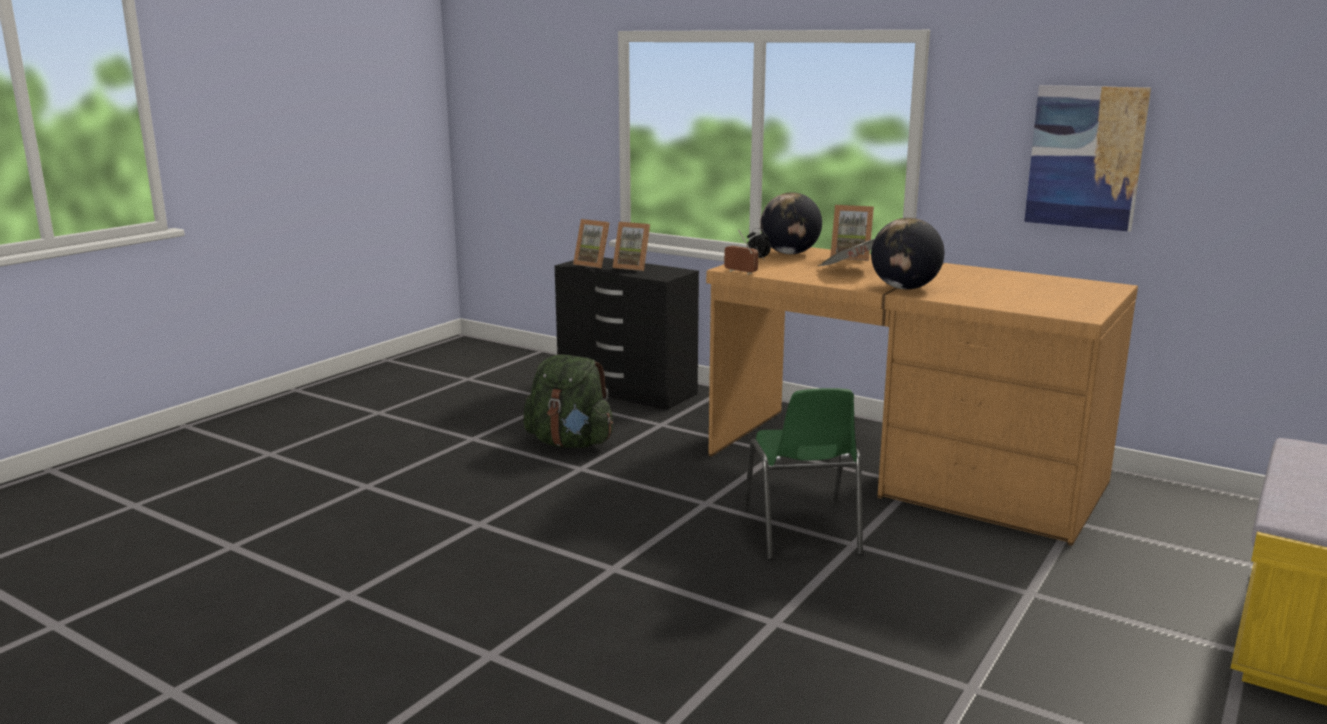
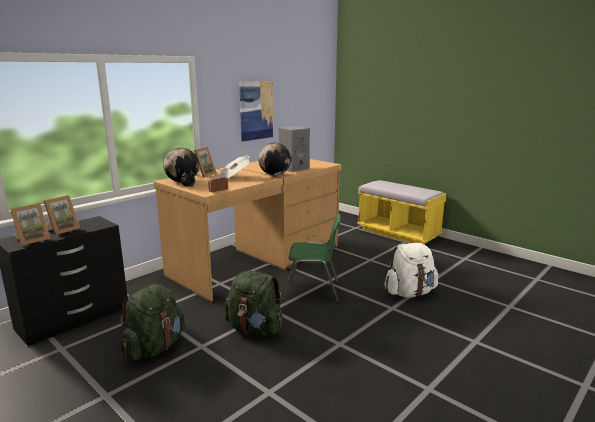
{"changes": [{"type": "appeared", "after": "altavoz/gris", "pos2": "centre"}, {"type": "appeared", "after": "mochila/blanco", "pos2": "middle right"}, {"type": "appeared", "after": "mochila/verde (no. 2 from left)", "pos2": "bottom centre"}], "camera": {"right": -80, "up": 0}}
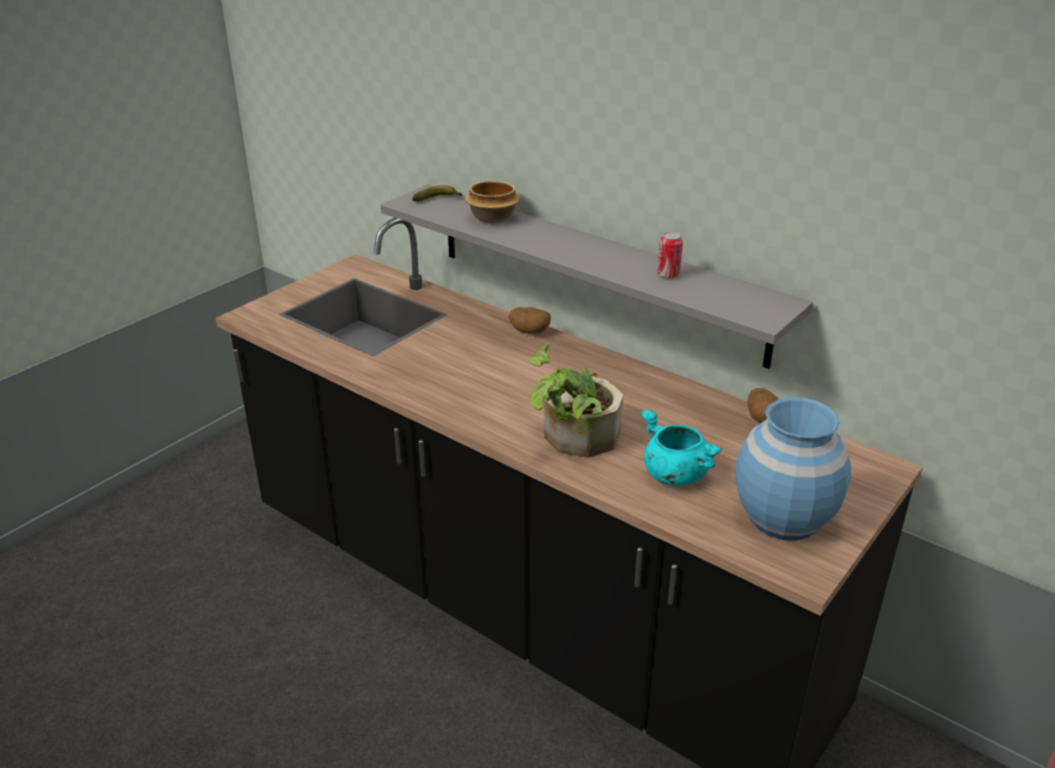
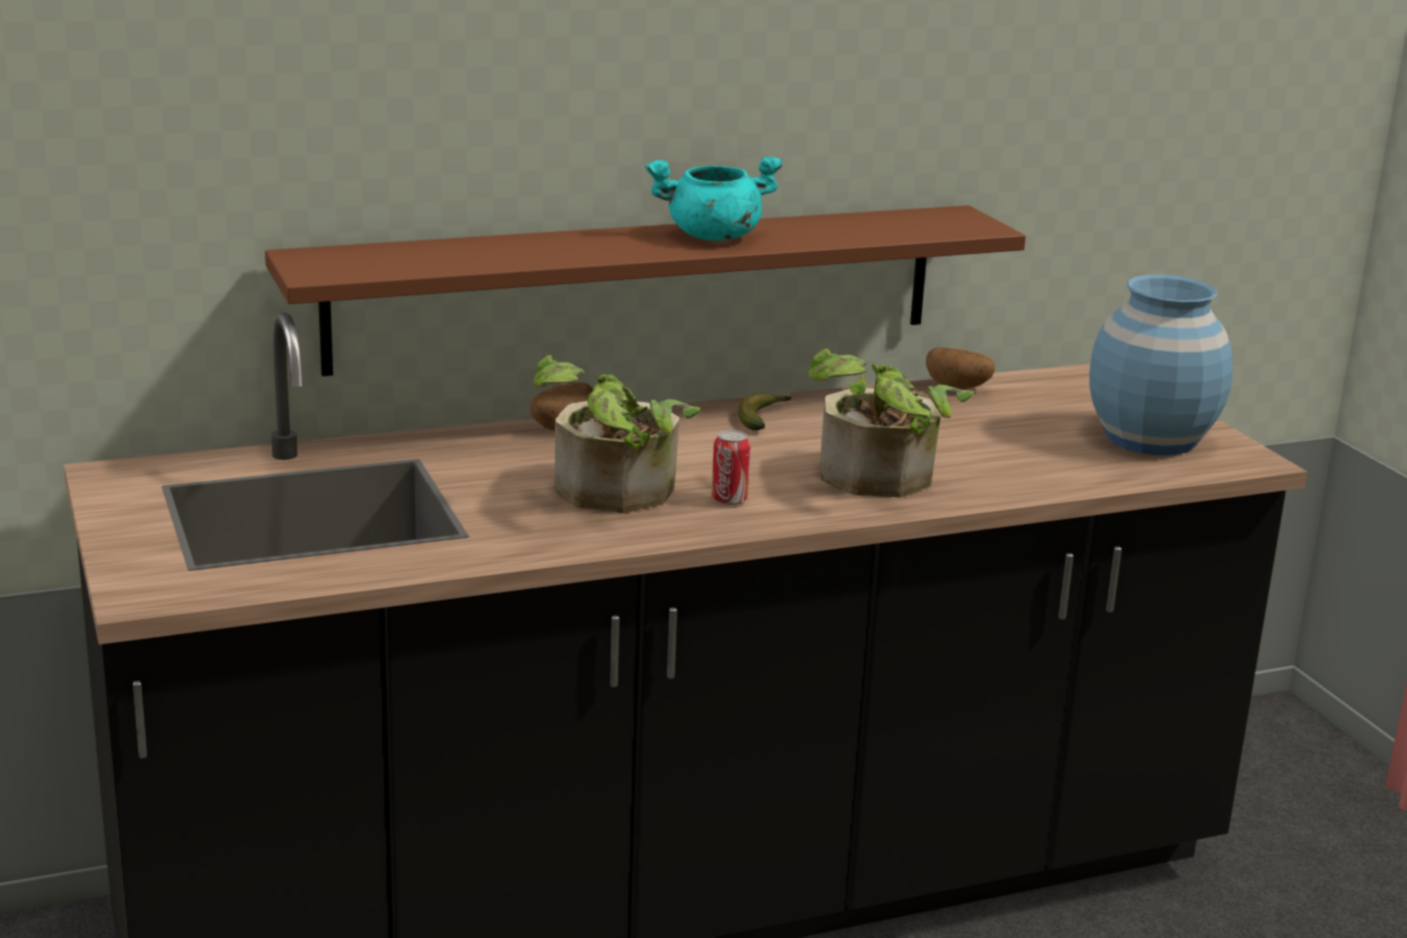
{"changes": [{"type": "missing", "before": "cuenco", "pos1": "top centre"}, {"type": "colour", "before": "estante/gris", "after": "estante/marrón", "pos1": "centre", "pos2": "top centre"}, {"type": "relocated", "before": "plátano", "pos1": "top centre", "pos2": "centre"}, {"type": "relocated", "before": "lata", "pos1": "top centre", "pos2": "centre"}, {"type": "relocated", "before": "olla/turquesa", "pos1": "centre", "pos2": "top centre"}, {"type": "appeared", "after": "planta en maceta (no. 1 from left)", "pos2": "centre"}], "camera": {"right": -60, "up": -10}}
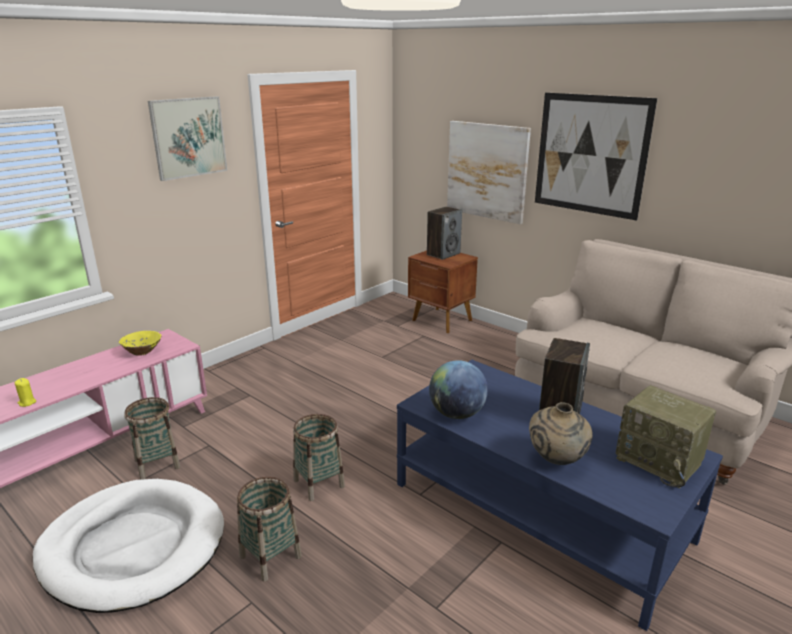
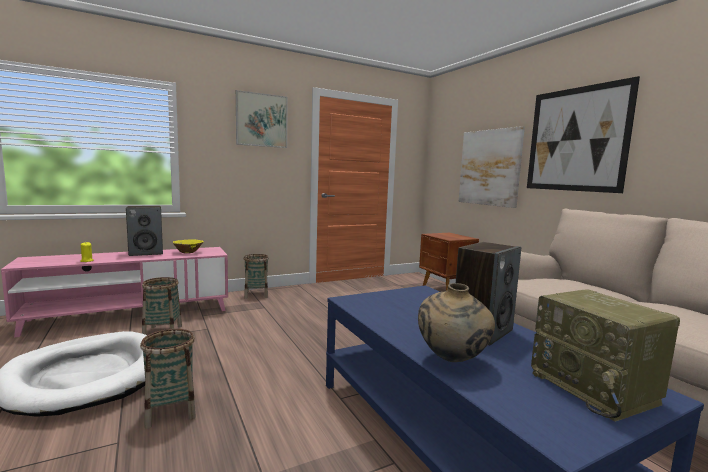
{"changes": [{"type": "relocated", "before": "altavoz (no. 1 from left)", "pos1": "centre", "pos2": "middle left"}, {"type": "missing", "before": "globo terráqueo", "pos1": "centre"}, {"type": "relocated", "before": "cesta (no. 3 from left)", "pos1": "bottom centre", "pos2": "centre"}], "camera": {"right": 20, "up": -15}}
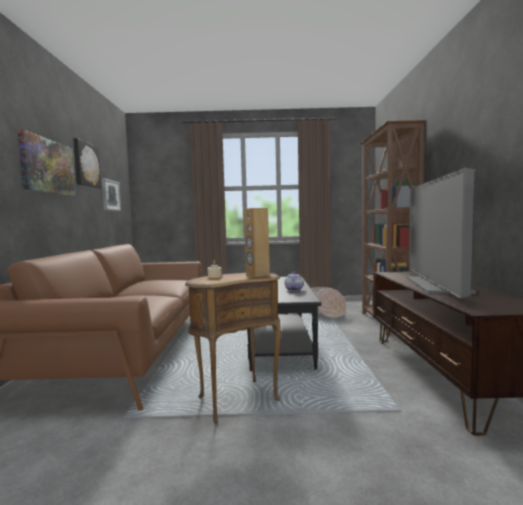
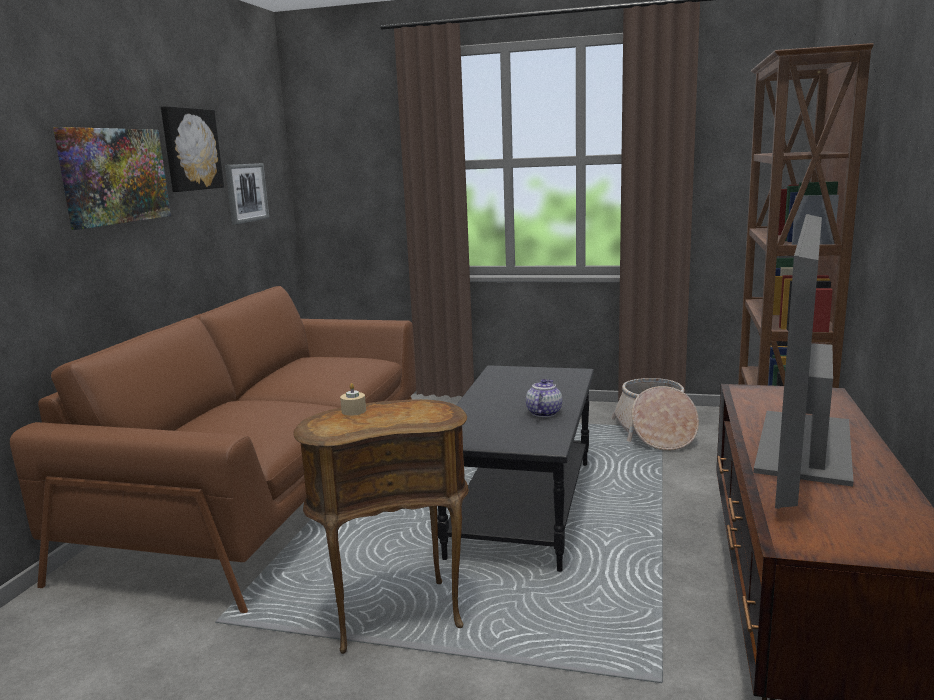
{"changes": [{"type": "missing", "before": "altavoz/marrón", "pos1": "centre"}], "camera": {"right": 15, "up": 10}}
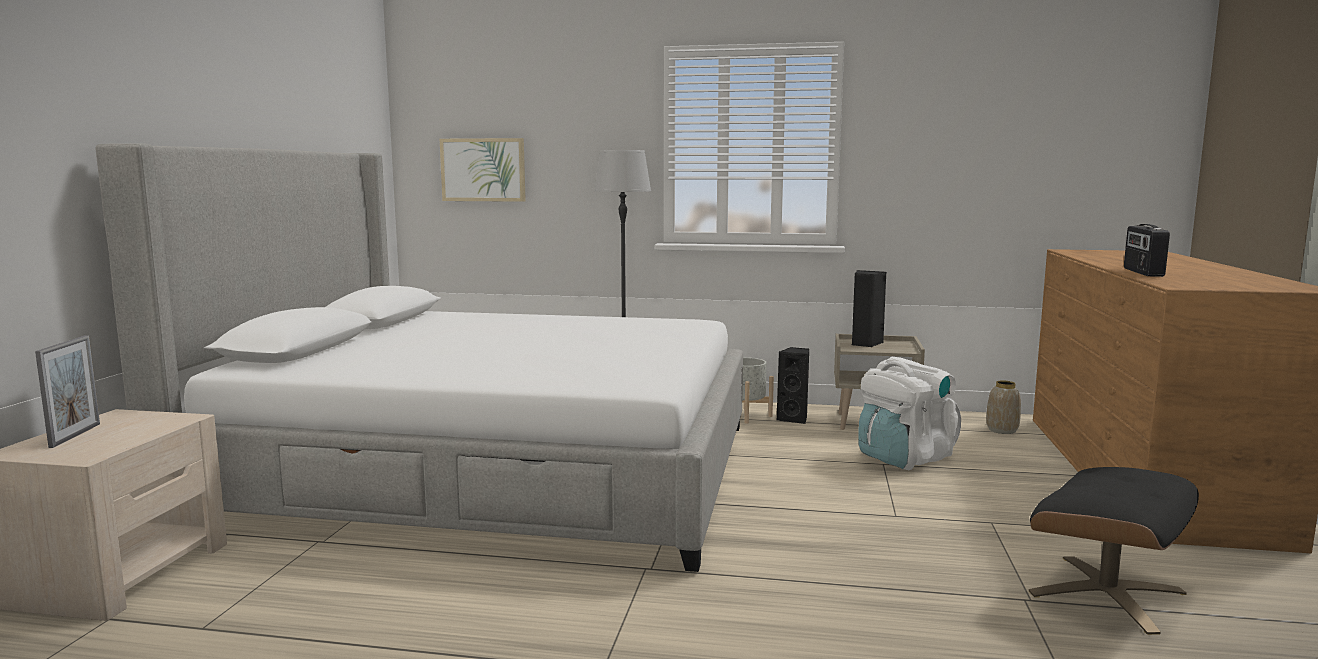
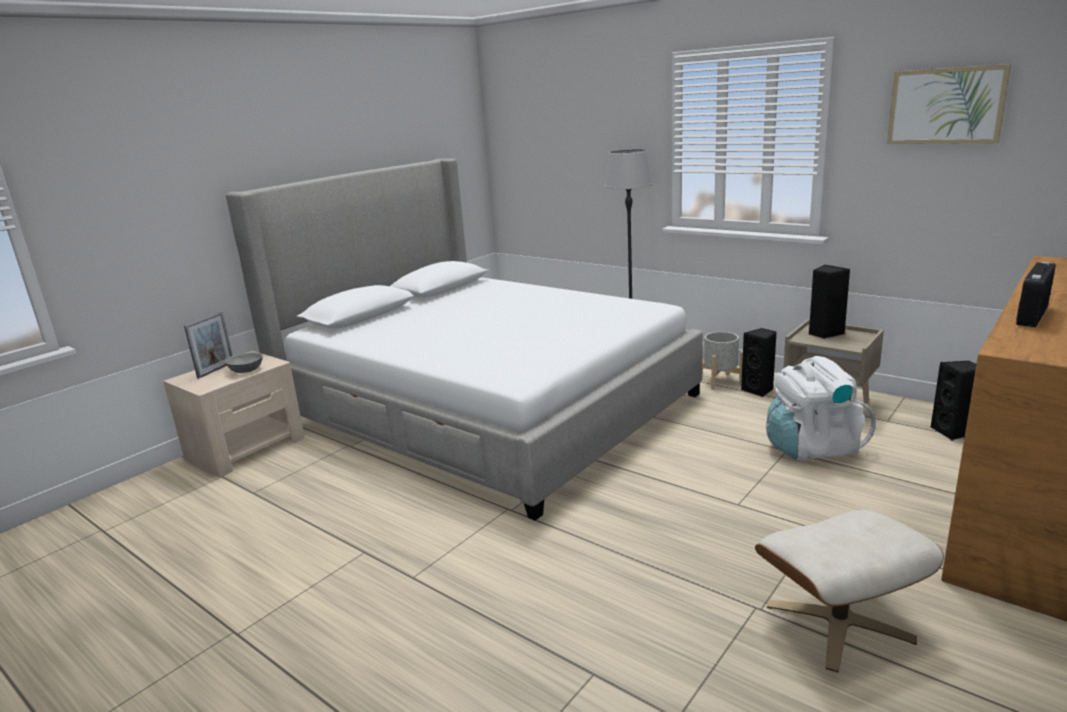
{"changes": [{"type": "relocated", "before": "cuadro", "pos1": "top centre", "pos2": "top right"}, {"type": "exchanged", "before": "florero", "after": "altavoz/negro (no. 3 from left)", "pos1": "middle right", "pos2": "middle right"}, {"type": "colour", "before": "puf/negro", "after": "puf/beis", "pos1": "bottom right", "pos2": "bottom right"}, {"type": "appeared", "after": "cuenco/gris", "pos2": "middle left"}], "camera": {"right": 30, "up": 10}}
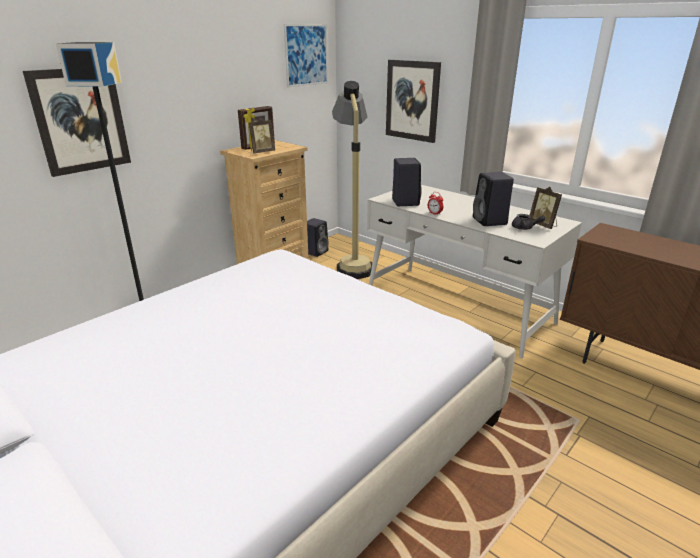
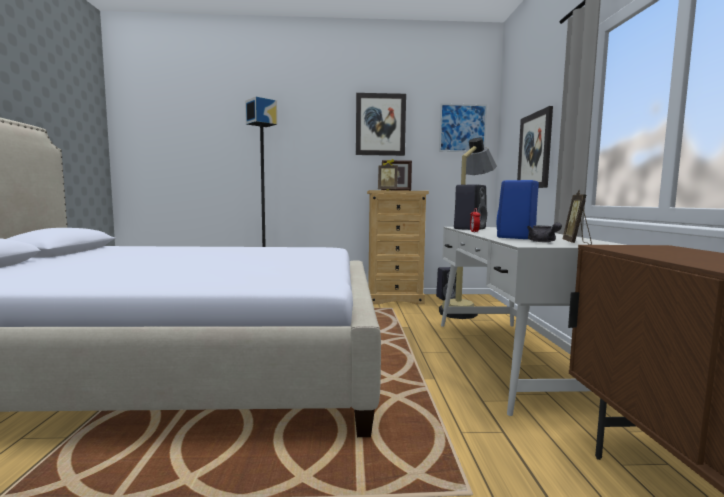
{"changes": [{"type": "relocated", "before": "cuadro (no. 1 from left)", "pos1": "top left", "pos2": "top centre"}, {"type": "colour", "before": "altavoz/negro (no. 3 from left)", "after": "altavoz/azul", "pos1": "middle right", "pos2": "middle right"}], "camera": {"right": 45, "up": -20}}
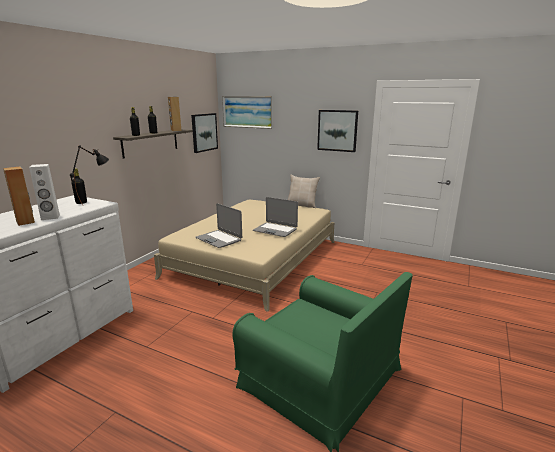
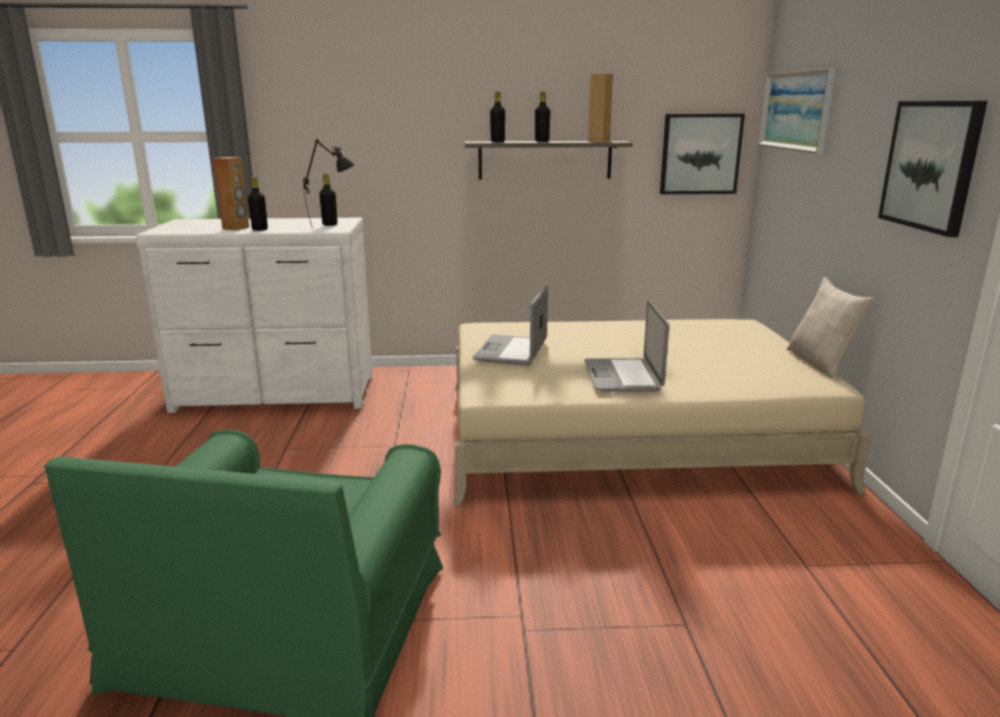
{"changes": [{"type": "exchanged", "before": "altavoz/blanco", "after": "botella/negro (no. 1 from left)", "pos1": "middle left", "pos2": "top left"}], "camera": {"right": 60, "up": 0}}
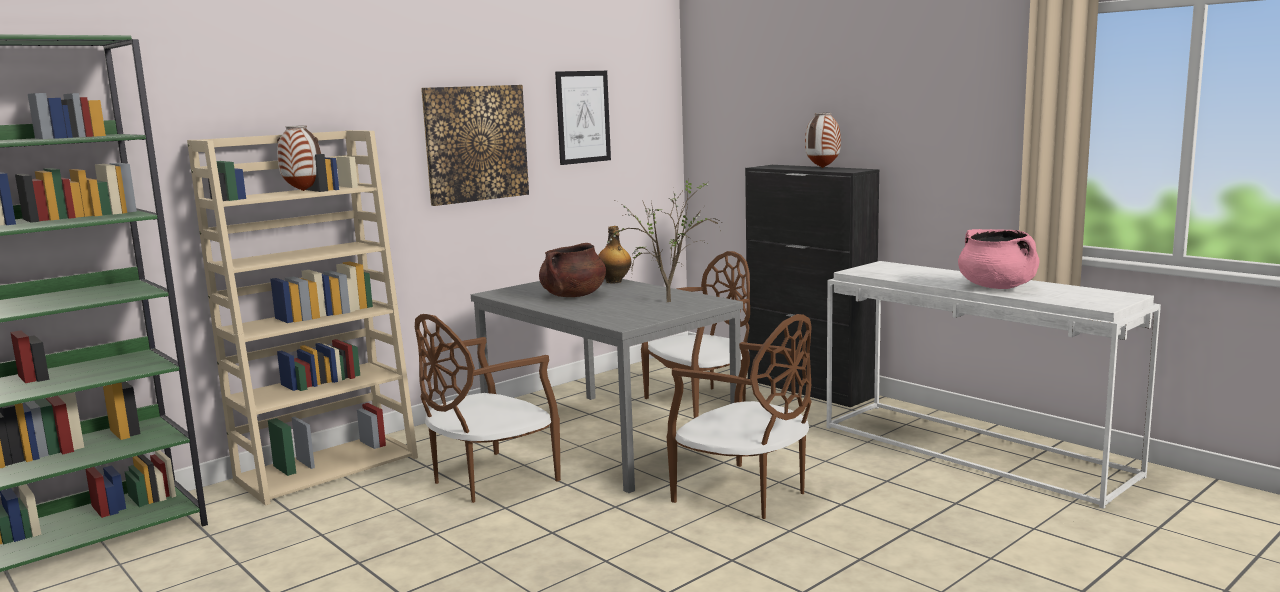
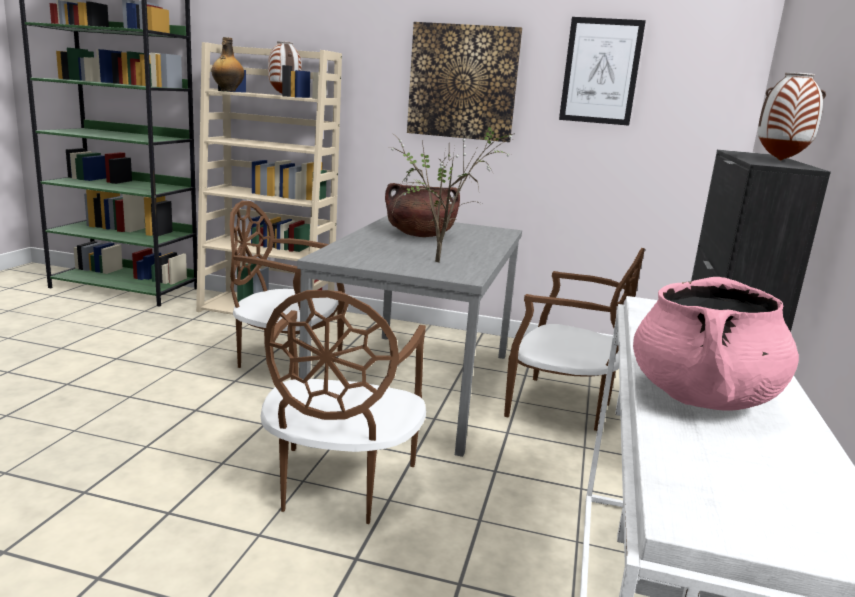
{"changes": [{"type": "relocated", "before": "botella", "pos1": "centre", "pos2": "top left"}], "camera": {"right": 55, "up": 5}}
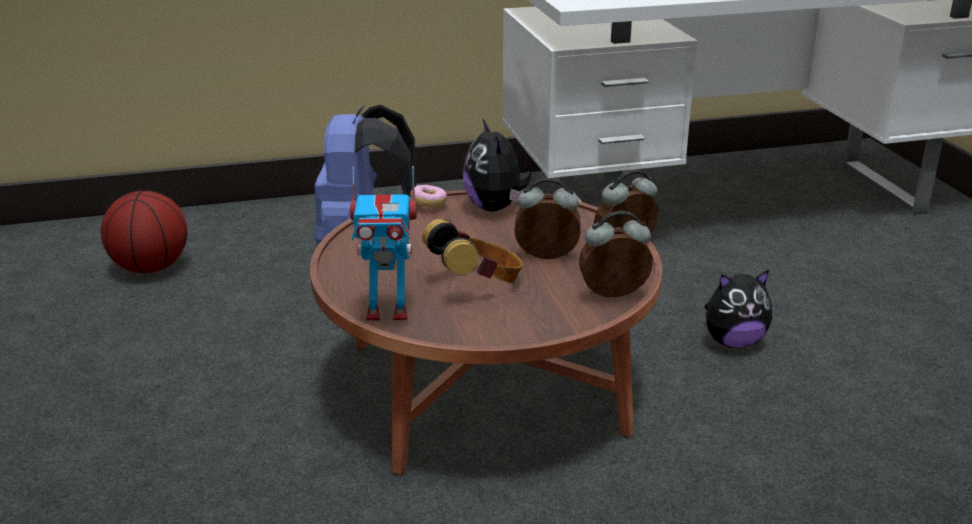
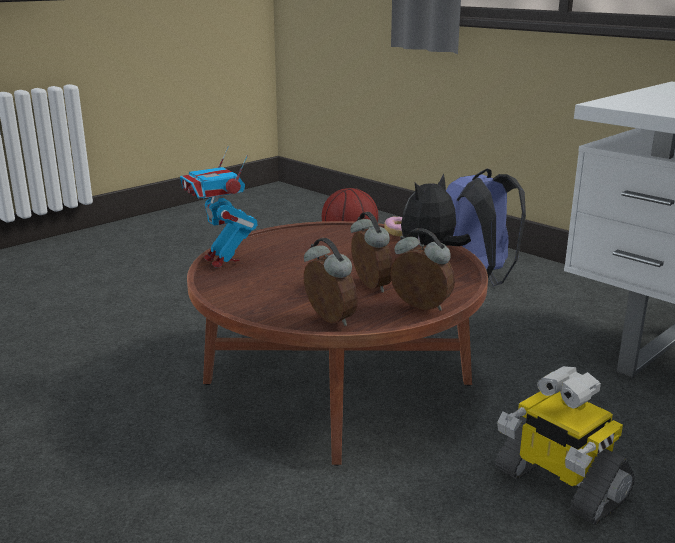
{"changes": [{"type": "missing", "before": "auriculares", "pos1": "centre"}, {"type": "exchanged", "before": "peluche (no. 2 from left)", "after": "robot de juguete (no. 2 from left)", "pos1": "middle right", "pos2": "bottom right"}], "camera": {"right": 60, "up": -5}}
